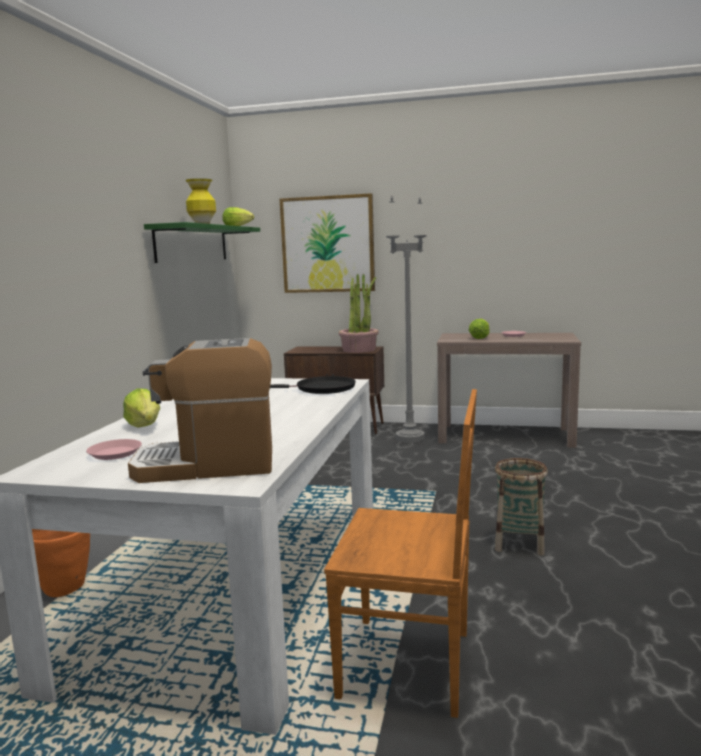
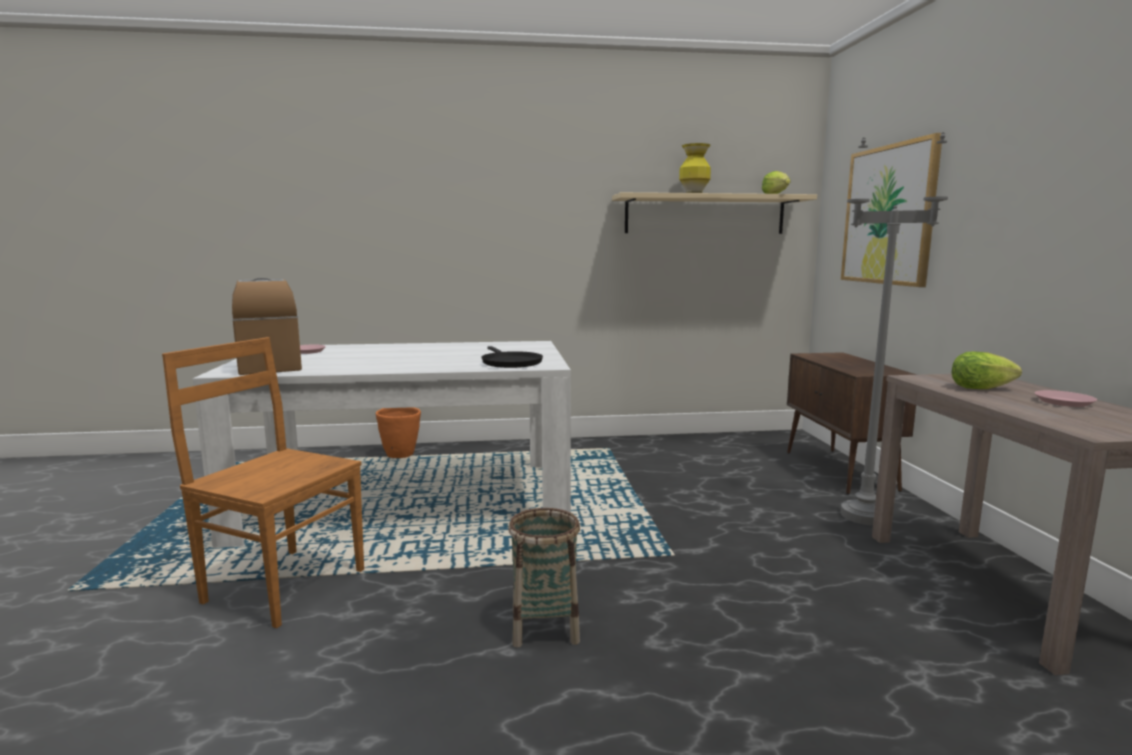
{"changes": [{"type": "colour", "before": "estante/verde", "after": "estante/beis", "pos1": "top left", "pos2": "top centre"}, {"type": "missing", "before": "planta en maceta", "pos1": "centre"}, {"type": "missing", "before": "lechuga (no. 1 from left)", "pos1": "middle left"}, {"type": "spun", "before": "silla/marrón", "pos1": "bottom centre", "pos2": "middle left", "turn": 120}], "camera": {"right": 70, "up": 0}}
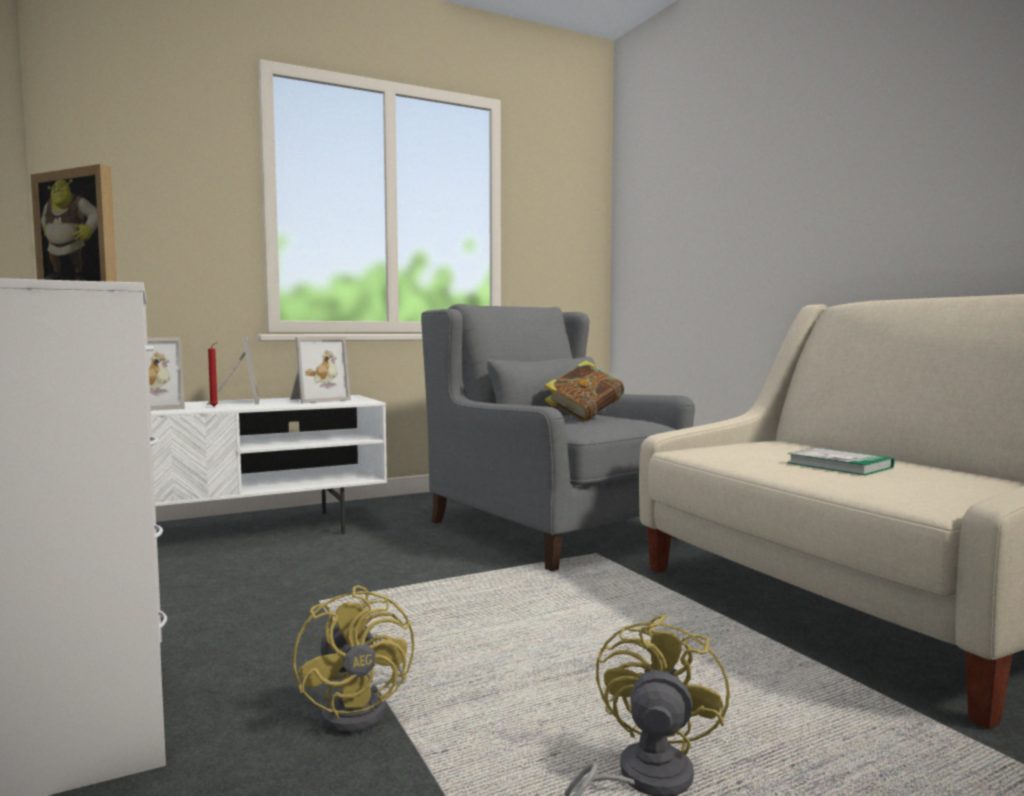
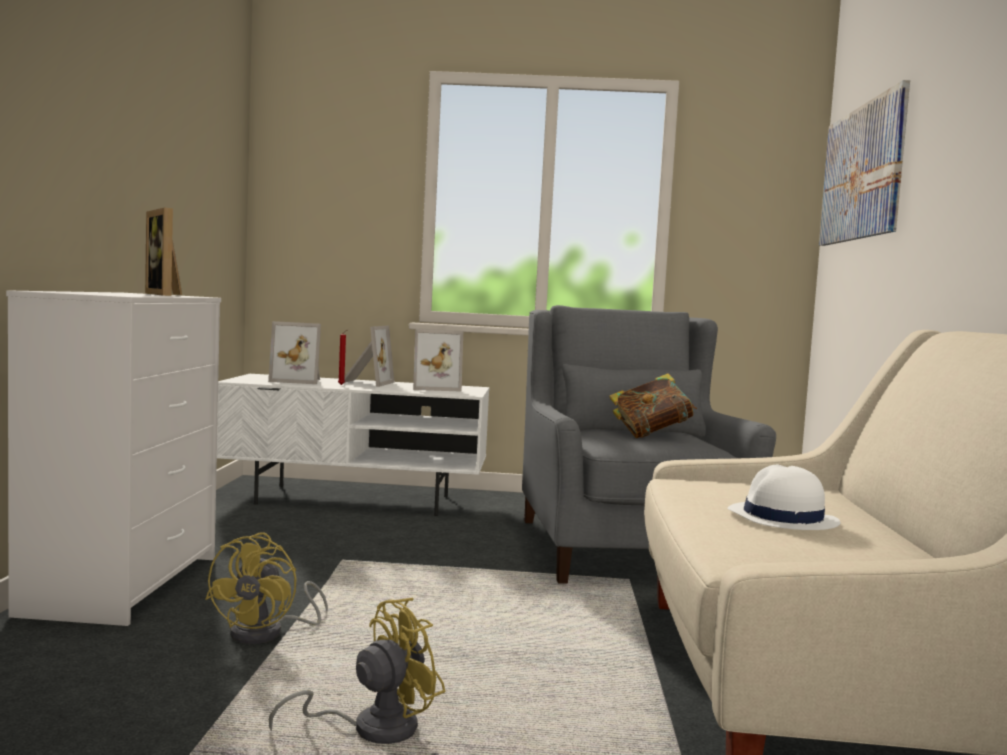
{"changes": [{"type": "exchanged", "before": "libro (no. 2 from left)", "after": "sombrero/blanco", "pos1": "middle right", "pos2": "middle right"}, {"type": "appeared", "after": "cuadro", "pos2": "top right"}], "camera": {"right": 30, "up": 0}}
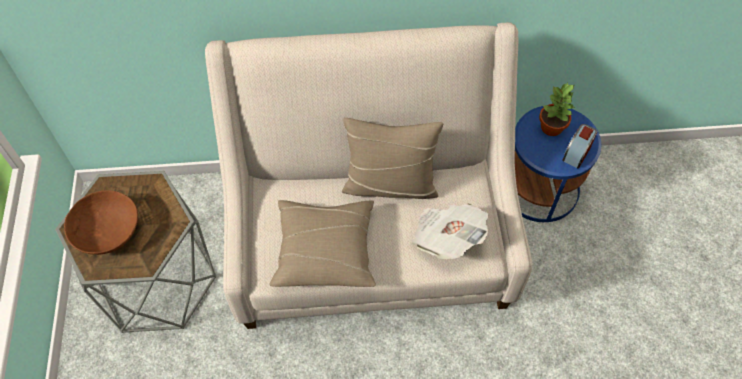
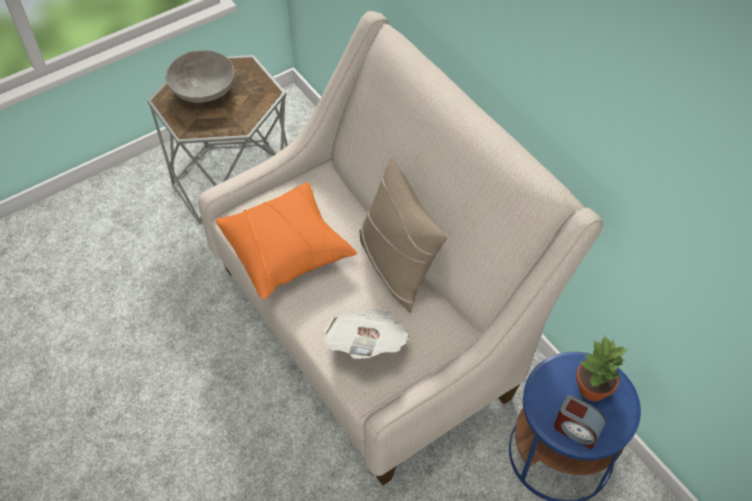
{"changes": [{"type": "spun", "before": "despertador", "pos1": "middle right", "pos2": "bottom right", "turn": -150}, {"type": "colour", "before": "cuenco/marrón", "after": "cuenco/gris", "pos1": "middle left", "pos2": "top left"}, {"type": "colour", "before": "cojín/beis (no. 1 from left)", "after": "cojín/naranja", "pos1": "centre", "pos2": "centre"}], "camera": {"right": 60, "up": -5}}
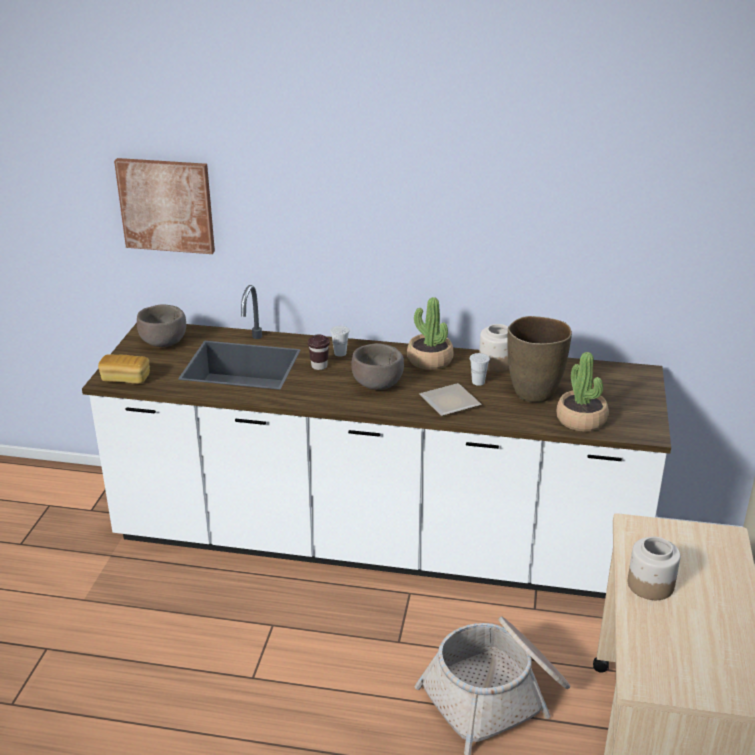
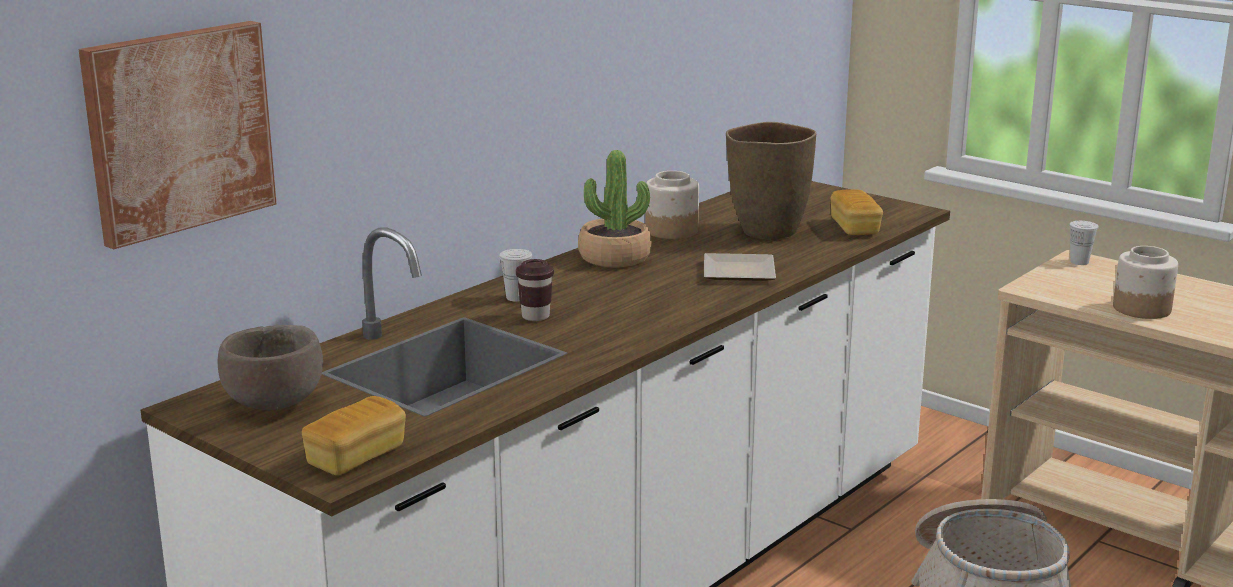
{"changes": [{"type": "missing", "before": "cuenco/marrón (no. 2 from left)", "pos1": "centre"}, {"type": "exchanged", "before": "planta en maceta (no. 2 from left)", "after": "pan (no. 2 from left)", "pos1": "middle right", "pos2": "middle right"}, {"type": "relocated", "before": "taza/blanco (no. 2 from left)", "pos1": "centre", "pos2": "middle right"}], "camera": {"right": -60, "up": -10}}
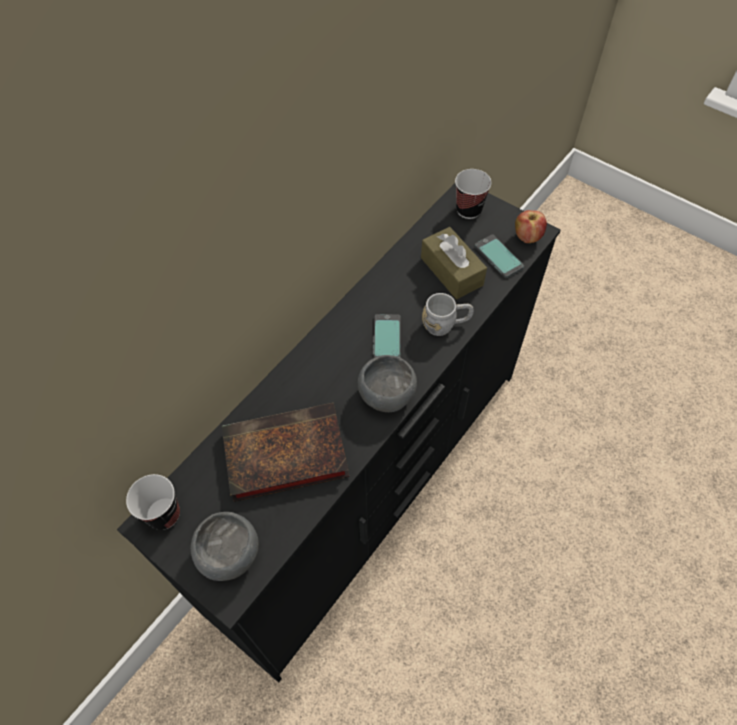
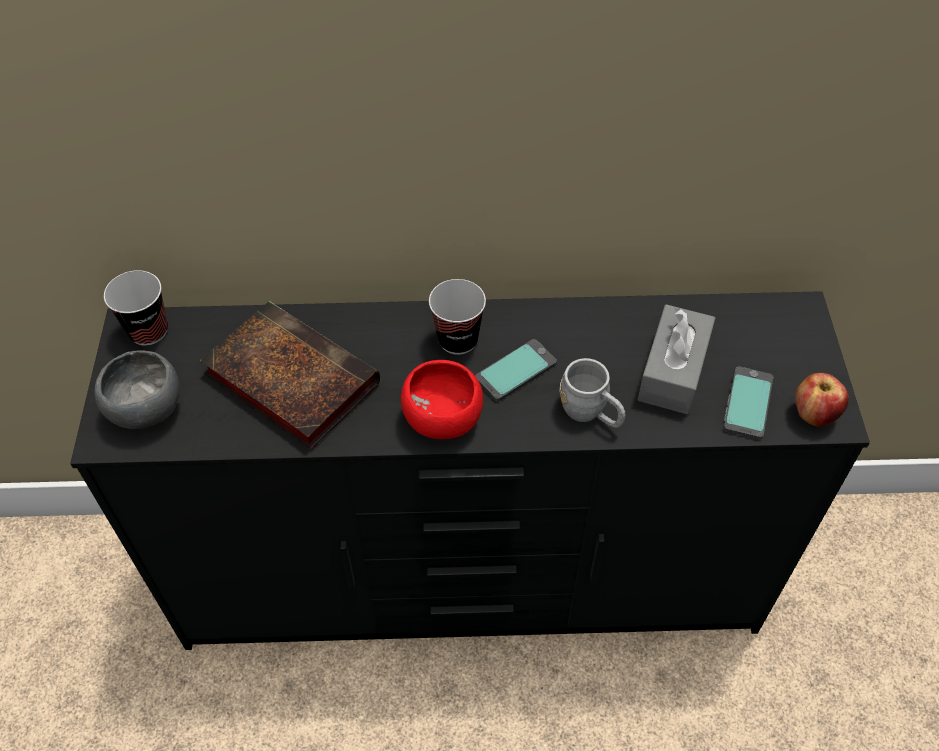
{"changes": [{"type": "relocated", "before": "taza (no. 2 from left)", "pos1": "top centre", "pos2": "centre"}, {"type": "colour", "before": "caja de pañuelos/marrón", "after": "caja de pañuelos/gris", "pos1": "centre", "pos2": "middle right"}, {"type": "colour", "before": "cuenco/gris (no. 2 from left)", "after": "cuenco/rojo", "pos1": "centre", "pos2": "centre"}], "camera": {"right": 50, "up": -5}}
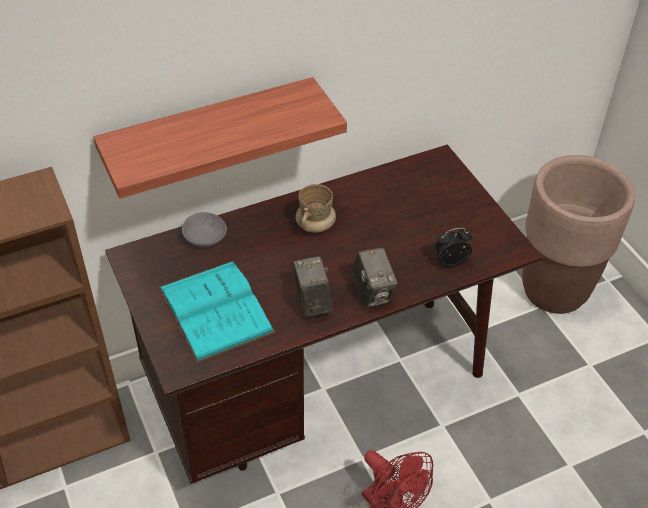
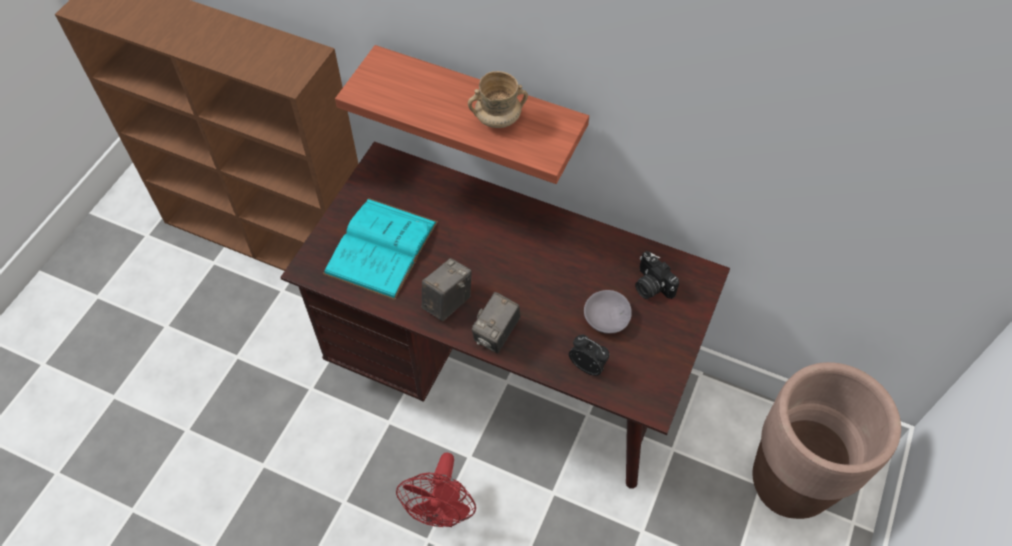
{"changes": [{"type": "relocated", "before": "taza grande/beis", "pos1": "centre", "pos2": "top centre"}, {"type": "relocated", "before": "cuenco/gris", "pos1": "middle left", "pos2": "centre"}, {"type": "appeared", "after": "cámara (no. 3 from left)", "pos2": "centre"}], "camera": {"right": 50, "up": 10}}
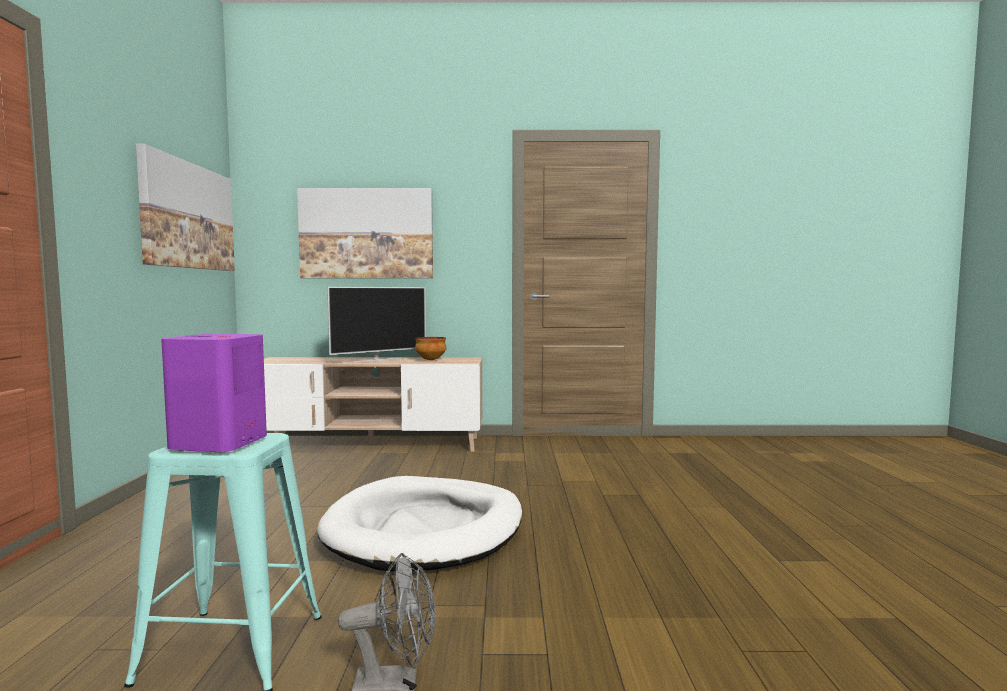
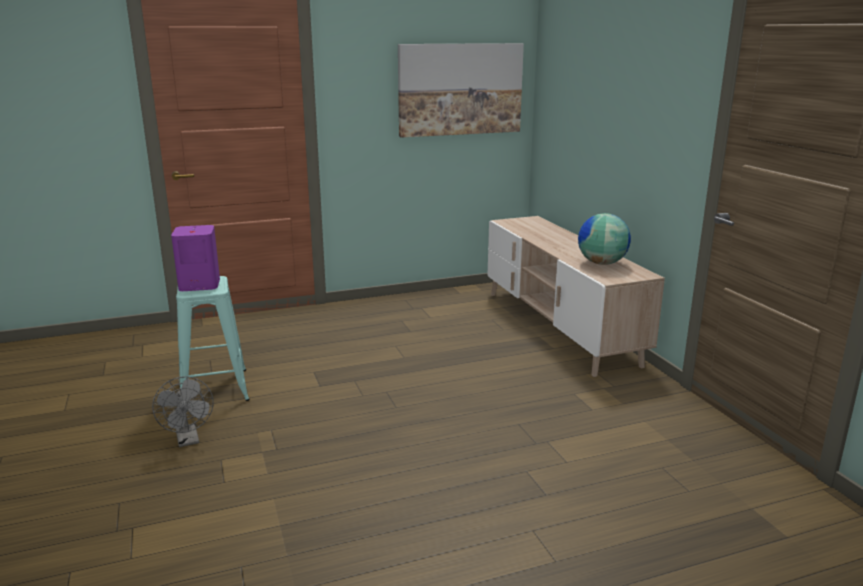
{"changes": [{"type": "missing", "before": "cuadro (no. 2 from left)", "pos1": "centre"}, {"type": "missing", "before": "televisor", "pos1": "centre"}, {"type": "exchanged", "before": "cuenco", "after": "globo terráqueo", "pos1": "centre", "pos2": "middle right"}, {"type": "missing", "before": "cama para perro/blanco", "pos1": "bottom centre"}], "camera": {"right": 70, "up": 15}}
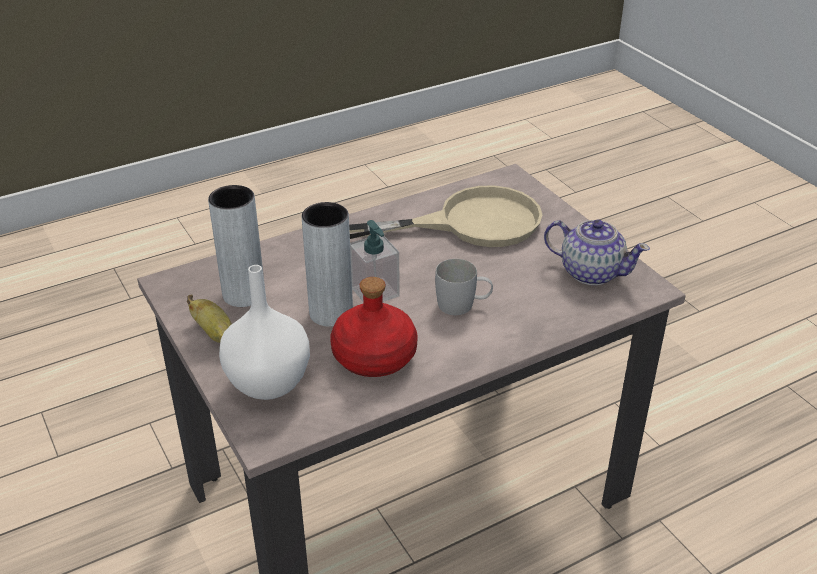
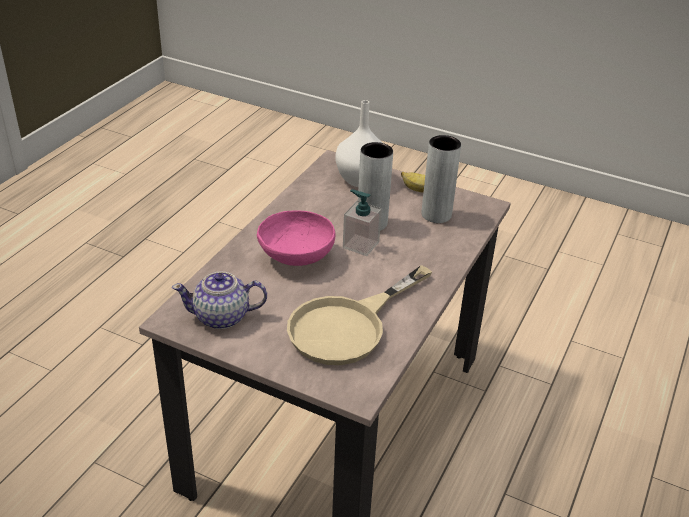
{"changes": [{"type": "exchanged", "before": "taza grande/blanco", "after": "cuenco/rosa", "pos1": "centre", "pos2": "centre"}, {"type": "missing", "before": "botella/rojo", "pos1": "centre"}], "camera": {"right": 145, "up": 0}}
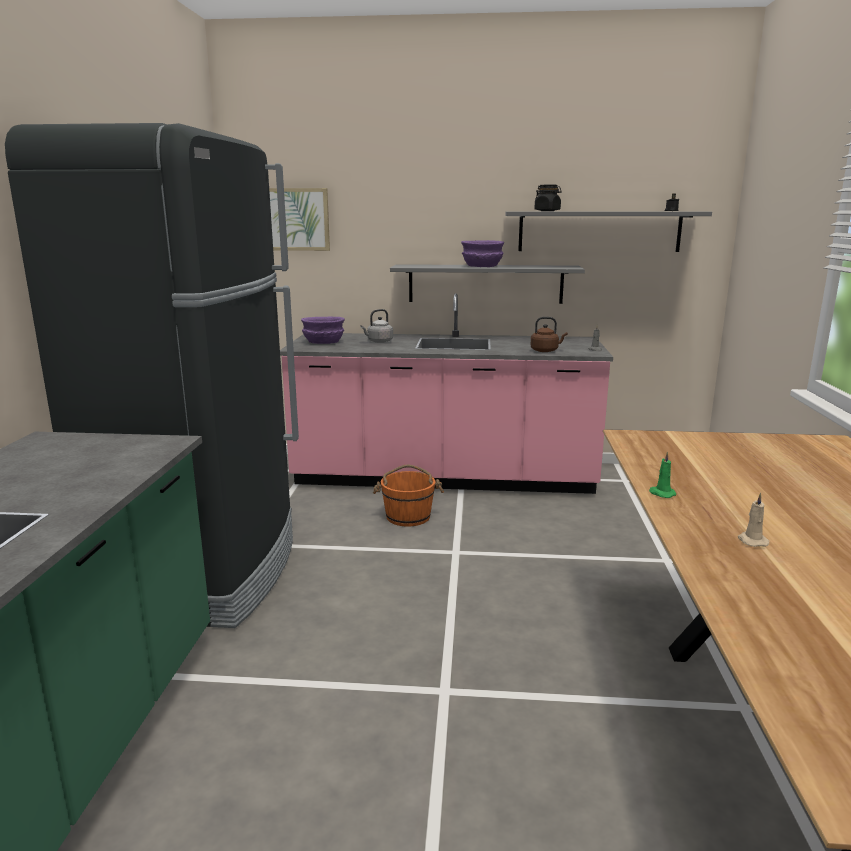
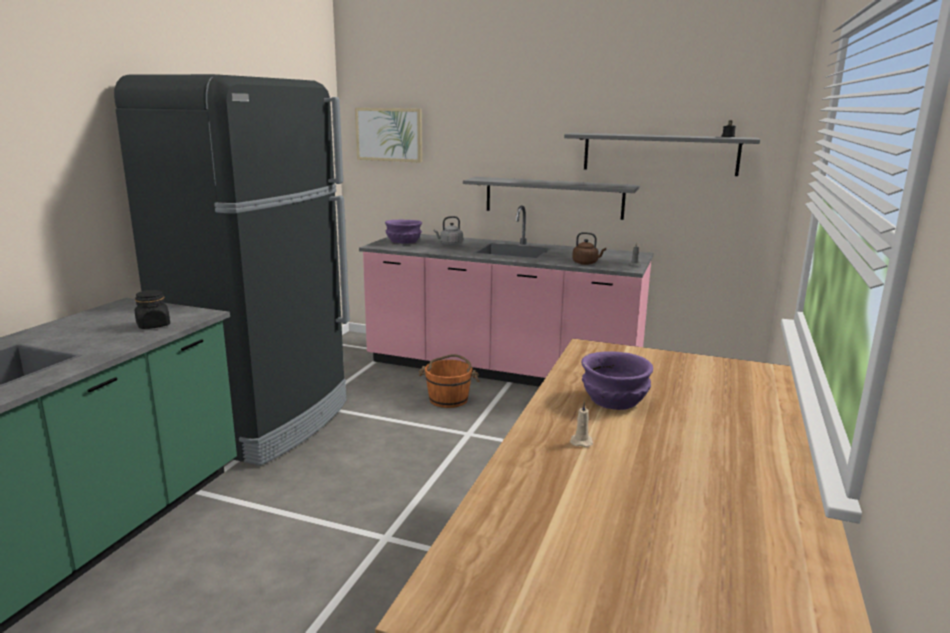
{"changes": [{"type": "relocated", "before": "tarro/negro", "pos1": "top centre", "pos2": "middle left"}, {"type": "relocated", "before": "cuenco/morado (no. 2 from left)", "pos1": "top centre", "pos2": "centre"}, {"type": "missing", "before": "vela/verde", "pos1": "middle right"}], "camera": {"right": 15, "up": 0}}
